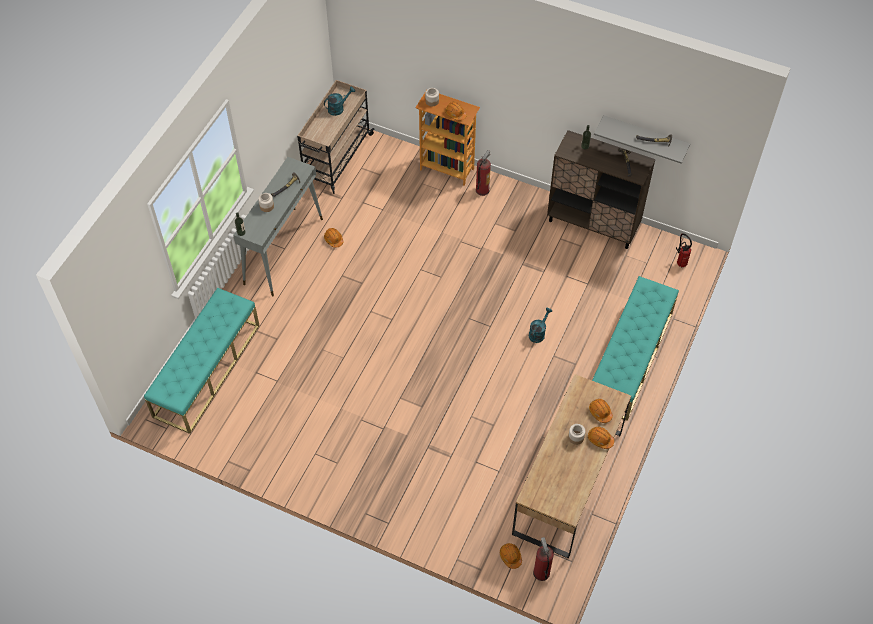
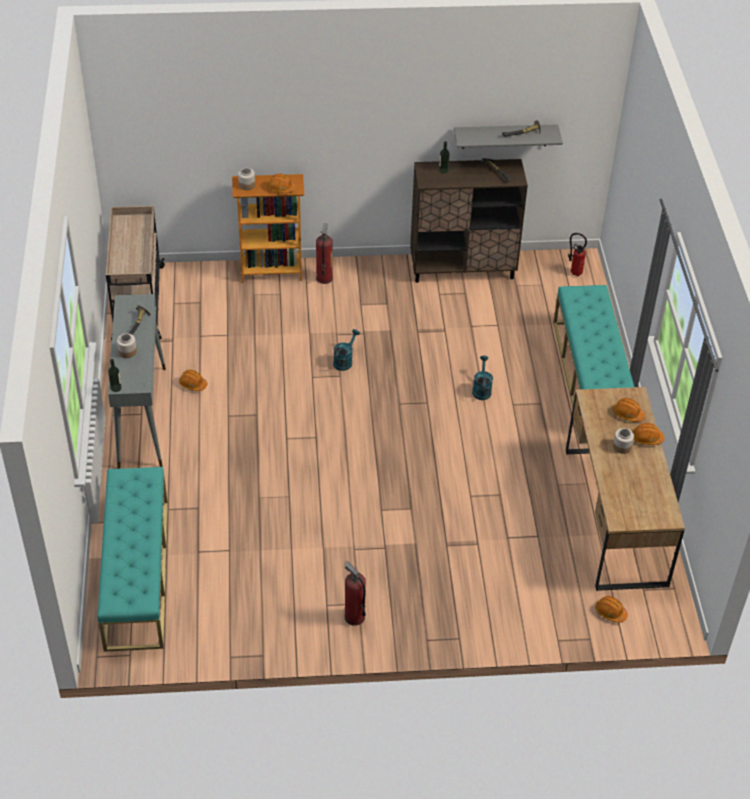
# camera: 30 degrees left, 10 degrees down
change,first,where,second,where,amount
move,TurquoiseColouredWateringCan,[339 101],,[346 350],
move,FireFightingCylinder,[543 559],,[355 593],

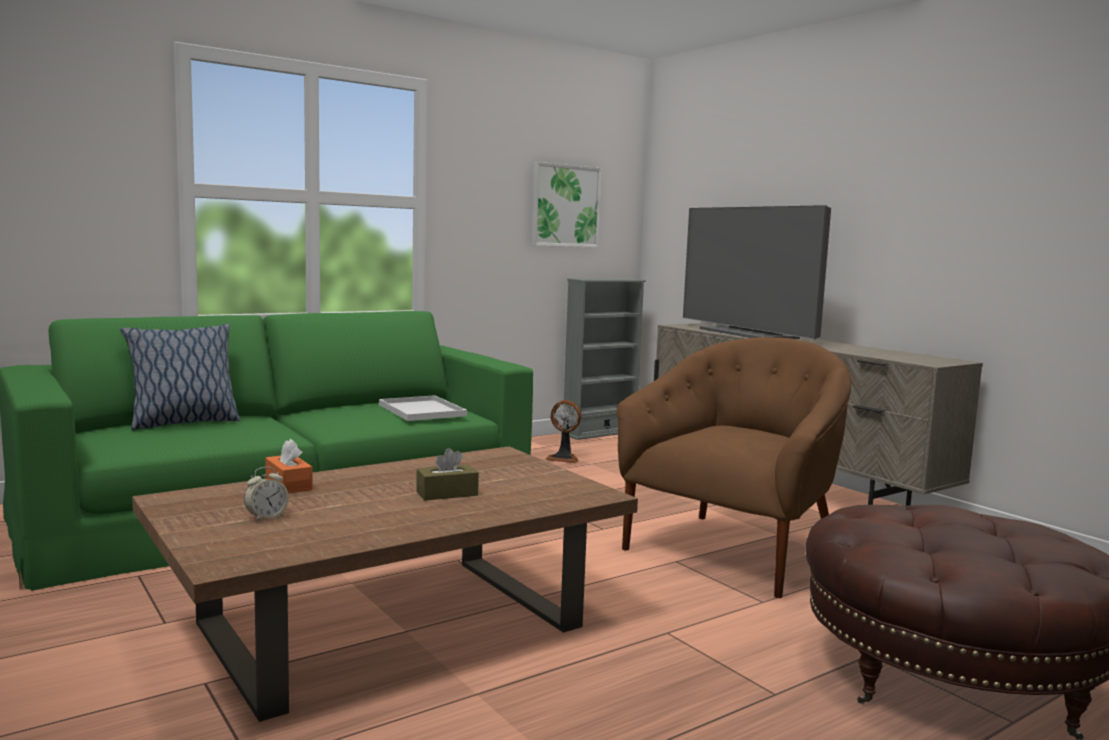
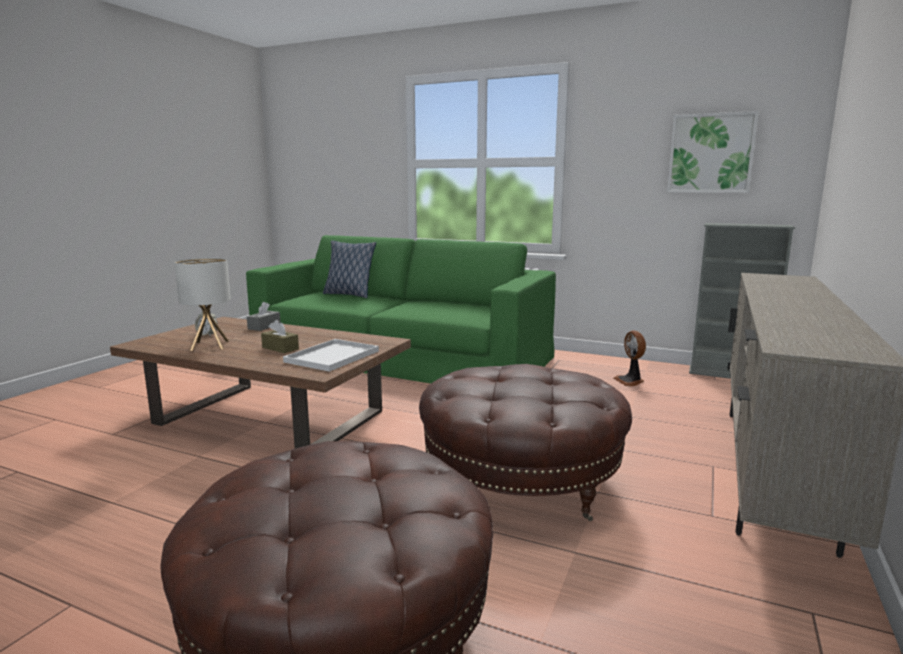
# camera: 60 degrees right, 5 degrees up
change,first,where,second,where,amount
delete,TvSet,[757 272],,,
insert,,,TabletopLamp,[202 304],
move,WhiteColouredCarryingTray,[423 408],,[331 355],
replace,BrownColouredEasyChair,[734 467],BrownColouredFootrest,[525 442],
recolor,OrangeTissueBox,[289 466],GreyishTissueBox,[264 316],

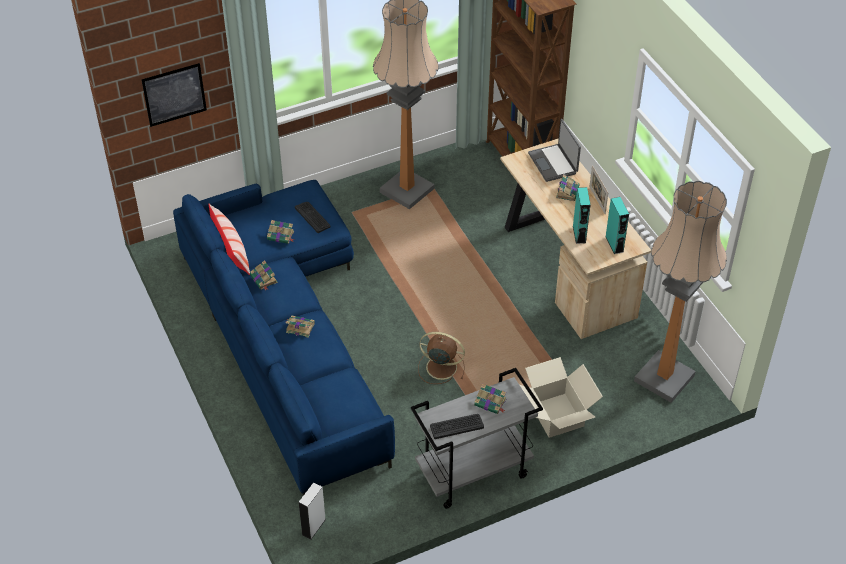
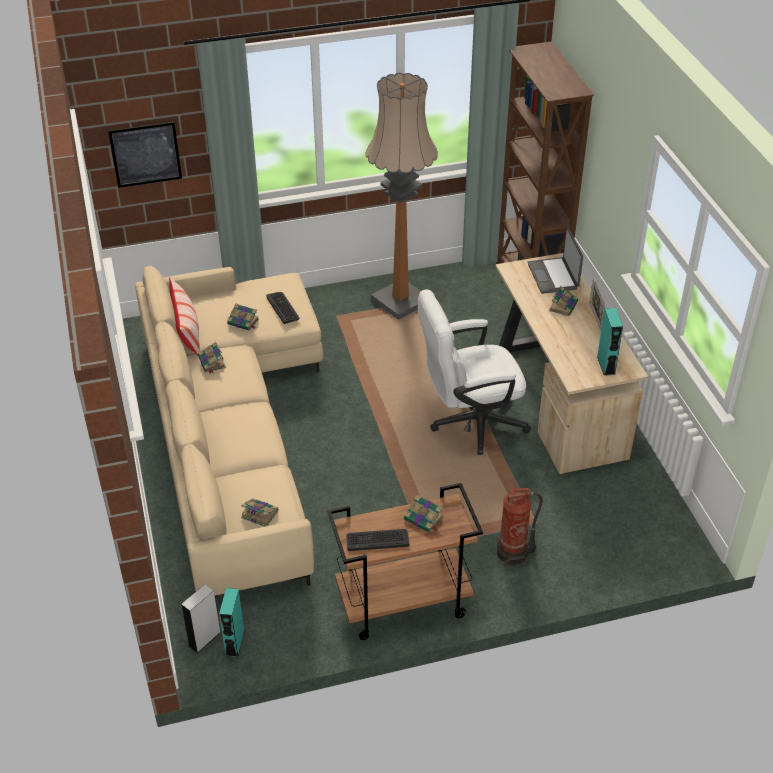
# camera: 10 degrees right, 5 degrees down
change,first,where,second,where,amount
delete,BrownColouredElectricFan,[441 358],,,
delete,StandingLamp,[680 292],,,
insert,,,WhiteColouredOfficeChair,[474 372],
move,Volume,[300 326],,[259 512],
move,TurquoiseColouredSpeaker,[581 215],,[232 622],
replace,PackingBox,[561 397],FireFightingCylinder,[519 527],
recolor,BluishSettee,[284 338],BeigeSettee,[229 432],
recolor,GreyishCart,[477 438],BrownColouredCart,[405 561],

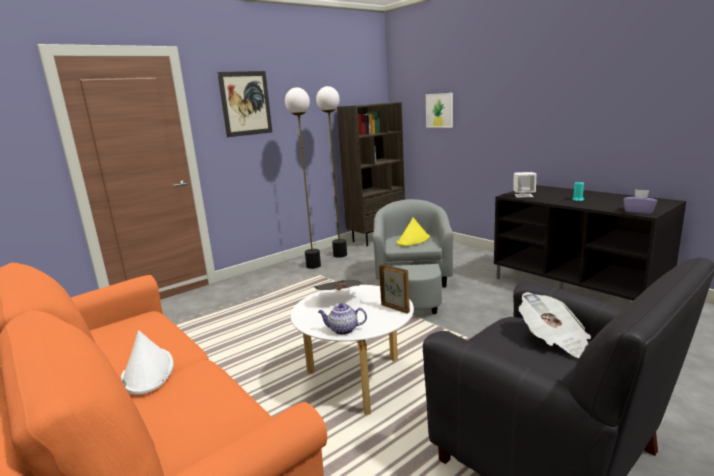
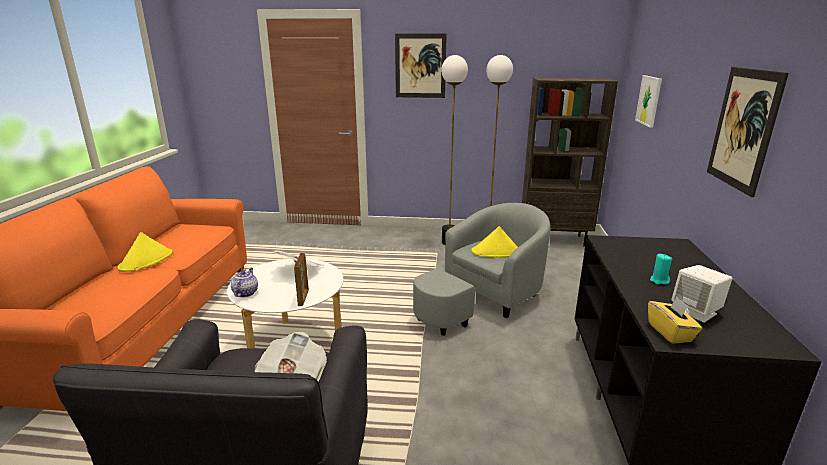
# camera: 45 degrees right, 5 degrees up
change,first,where,second,where,amount
insert,,,WallPicture,[748 132],
move,WhiteColouredSpeaker,[524 185],,[701 294],
recolor,WhiteColouredWearableHat,[147 363],YellowishWearableHat,[145 252],
recolor,PurpleColouredTissueBox,[640 201],YellowishTissueBox,[675 320],
rotate,Teapot,[342 319],,[244 282],45 degrees clockwise

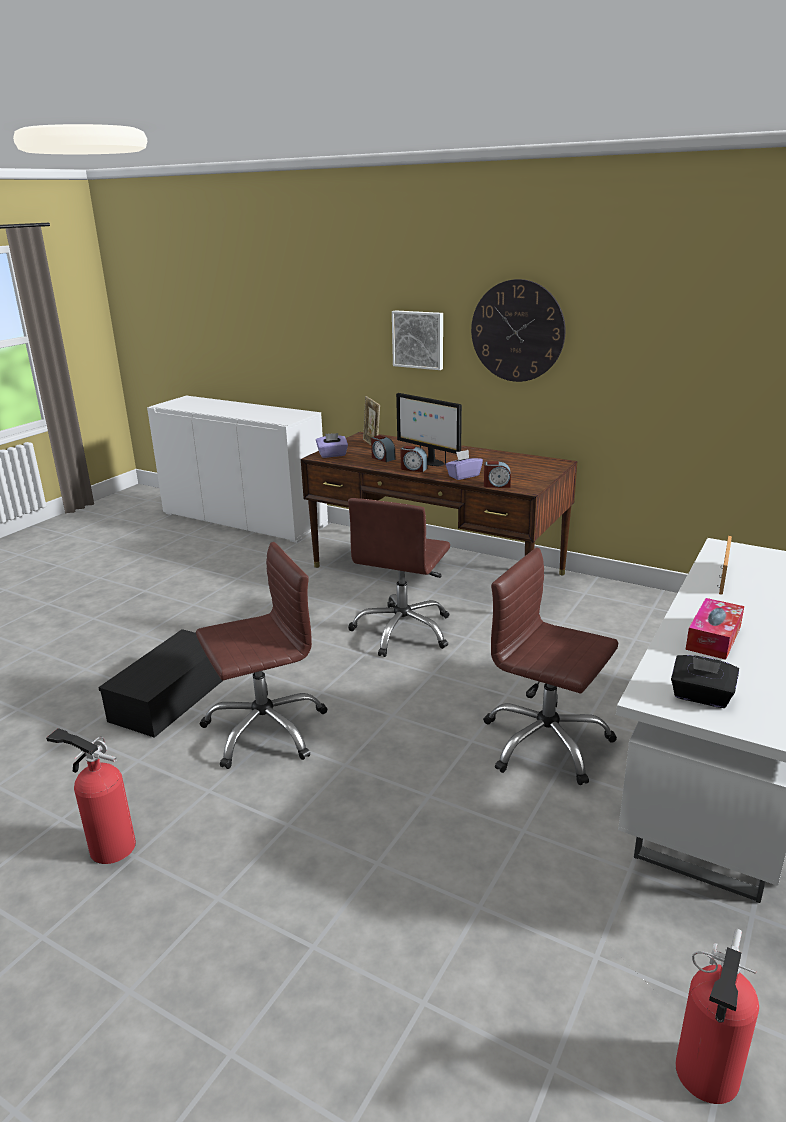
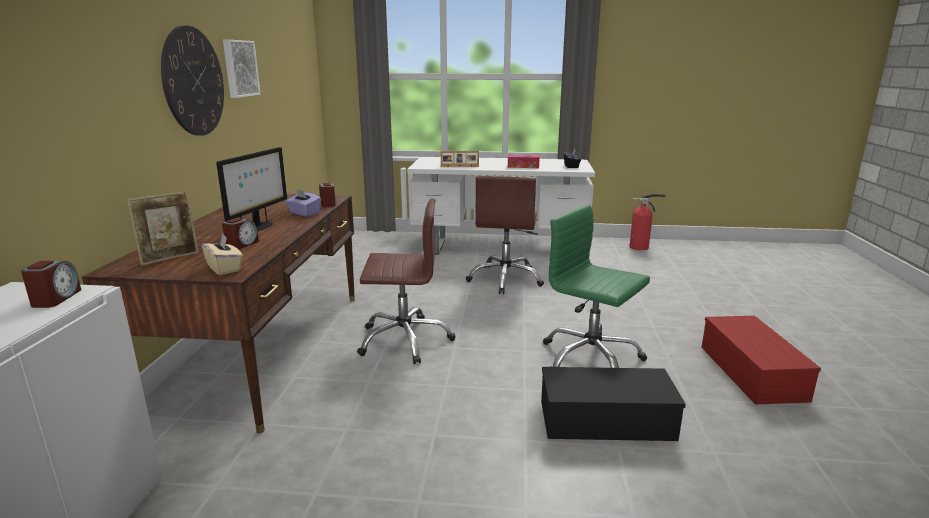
# camera: 115 degrees left, 5 degrees down
change,first,where,second,where,amount
move,WallPicture,[417 340],,[242 69],
move,BedsideClock,[413 459],,[51 284],
replace,FireFightingCylinder,[91 796],ReddishStorageBox,[761 360],
recolor,BrownColouredOfficeChair,[261 655],GreenOfficeChair,[596 286],
recolor,PurpleColouredTissueBox,[332 445],BeigeTissueBox,[222 254],

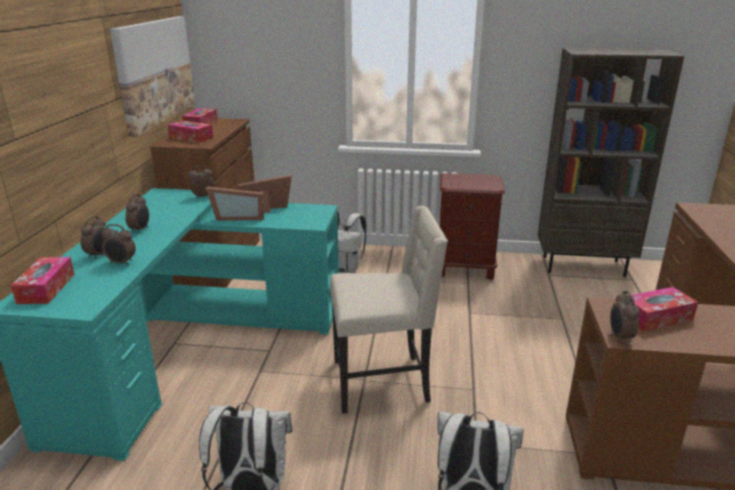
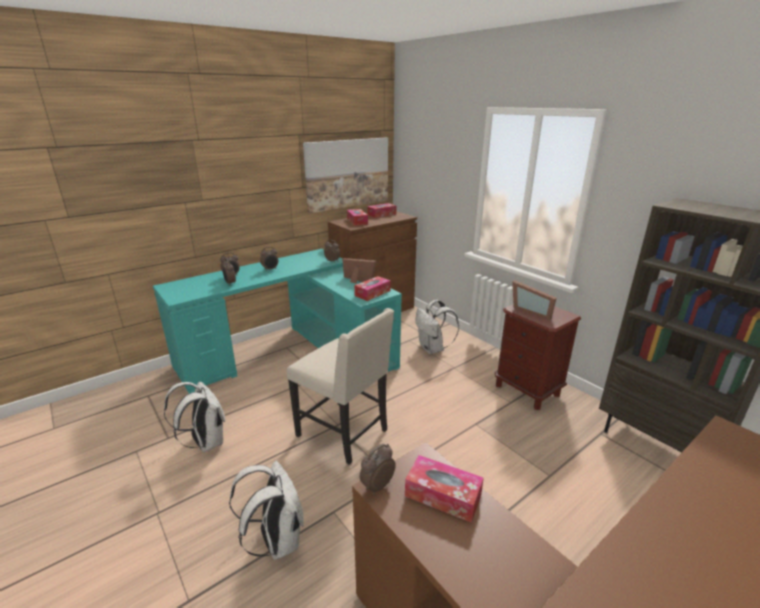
# camera: 45 degrees right, 0 degrees up
change,first,where,second,where,amount
move,TissueBox,[43 280],,[372 288],
move,PhotoFrame,[235 203],,[534 300],

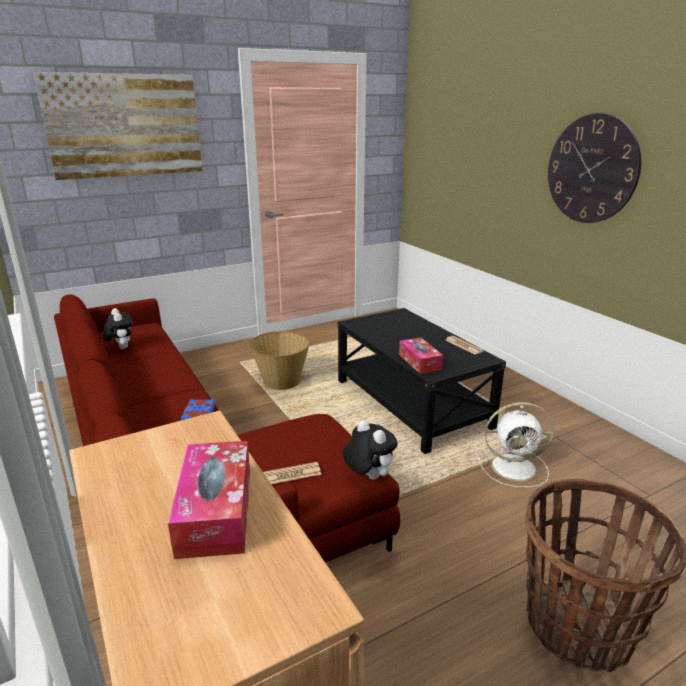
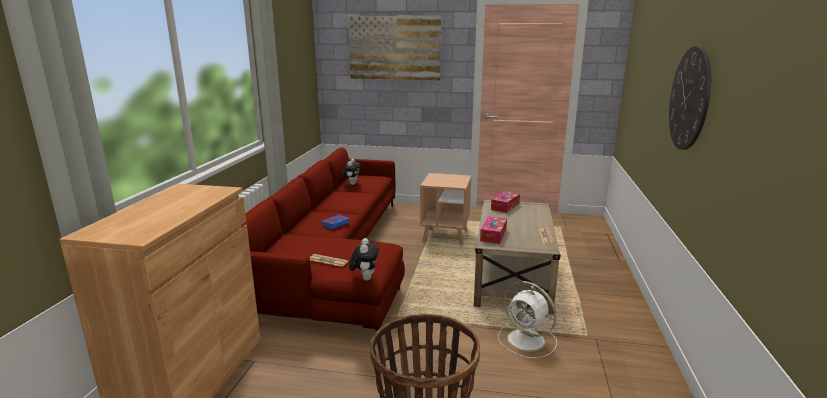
# camera: 40 degrees right, 5 degrees down
change,first,where,second,where,amount
move,TissueBox,[209 500],,[505 202],
replace,StorageBasket,[279 360],BrownColouredSideTable,[445 209],
recolor,BlackishLoungeTable,[422 381],BeigeLoungeTable,[517 257],

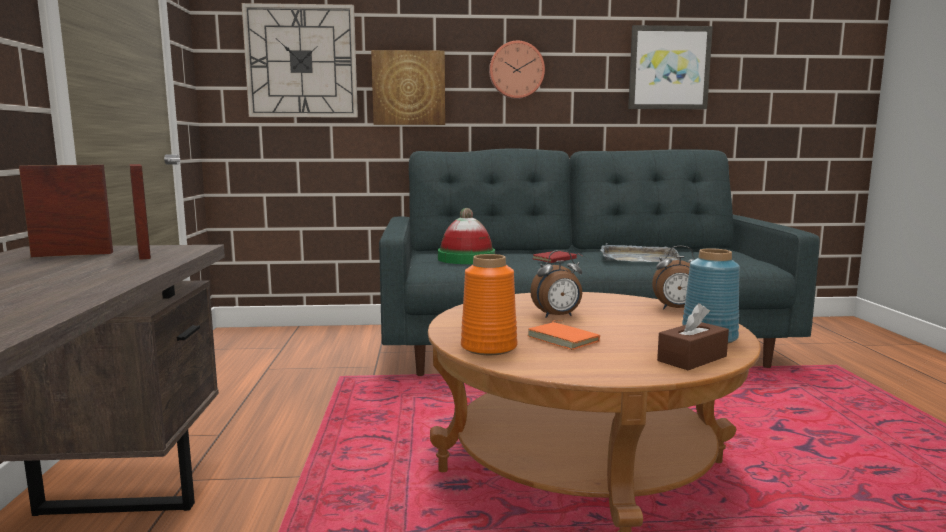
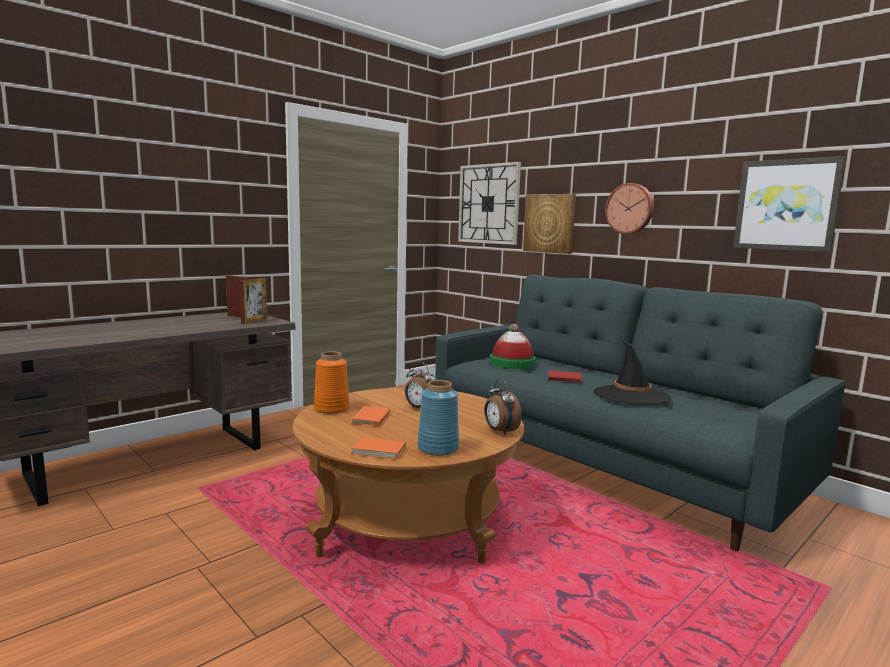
# camera: 50 degrees right, 0 degrees up
change,first,where,second,where,amount
replace,GreyishCarryingTray,[640 252],BlackishWearableHat,[632 372],
replace,BrownColouredTissueBox,[693 336],OrangeVolume,[378 447],

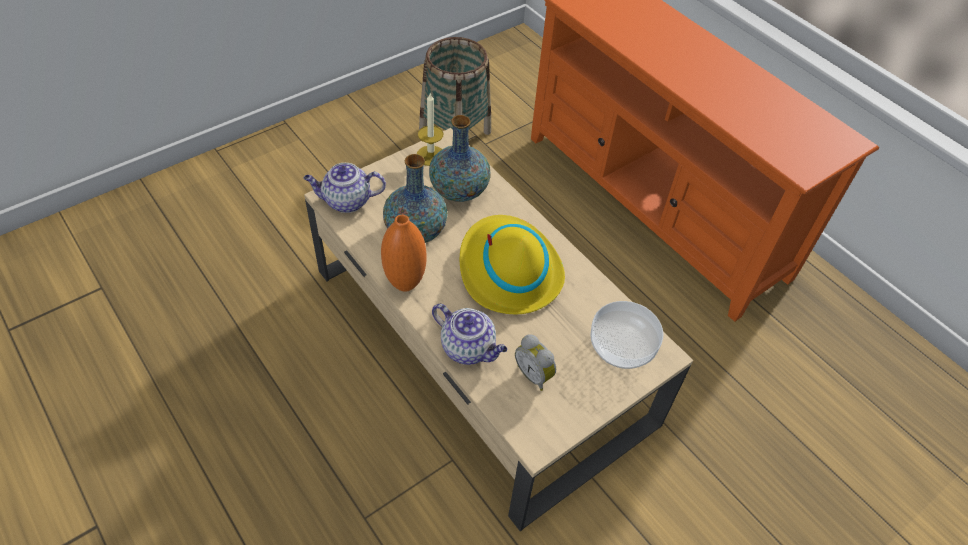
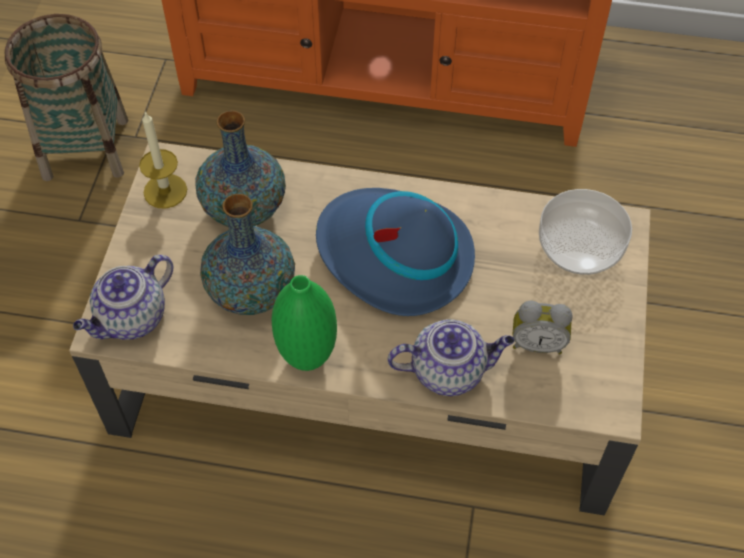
# camera: 40 degrees left, 5 degrees up
change,first,where,second,where,amount
recolor,OrangeDecorativeVase,[404 253],GreenDecorativeVase,[304 323],
recolor,YellowishWearableHat,[512 264],BluishWearableHat,[395 252],

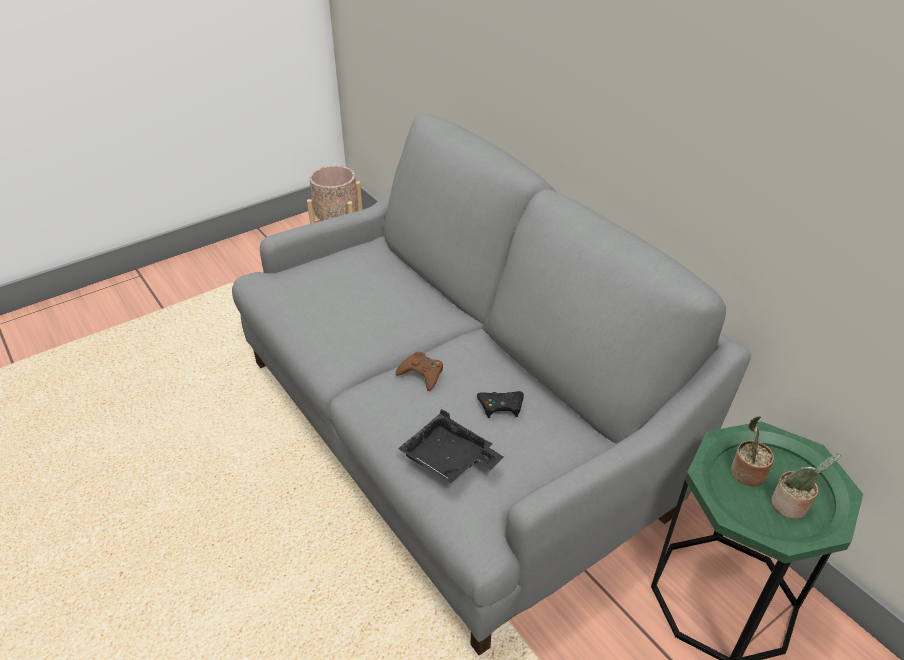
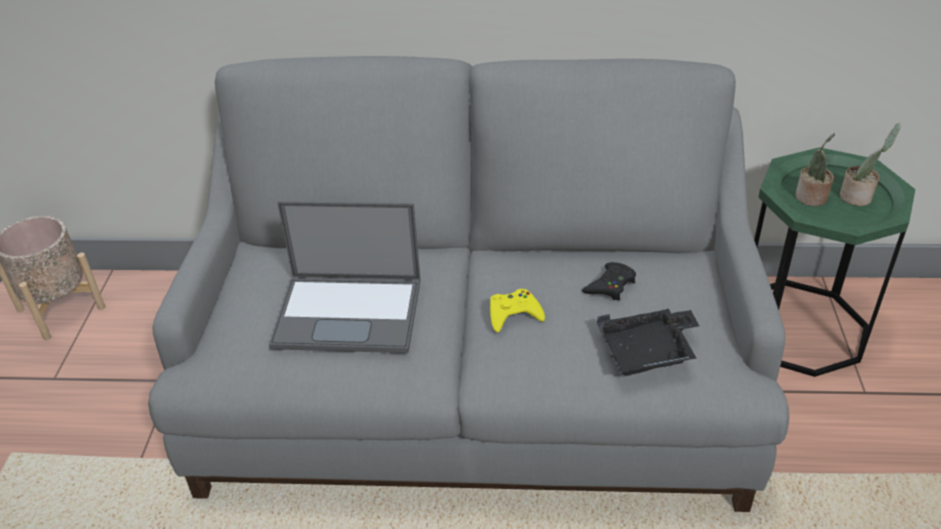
# camera: 50 degrees left, 0 degrees up
change,first,where,second,where,amount
insert,,,Laptop,[345 277],
recolor,BrownColouredGamepad,[419 371],YellowishGamepad,[517 311],

